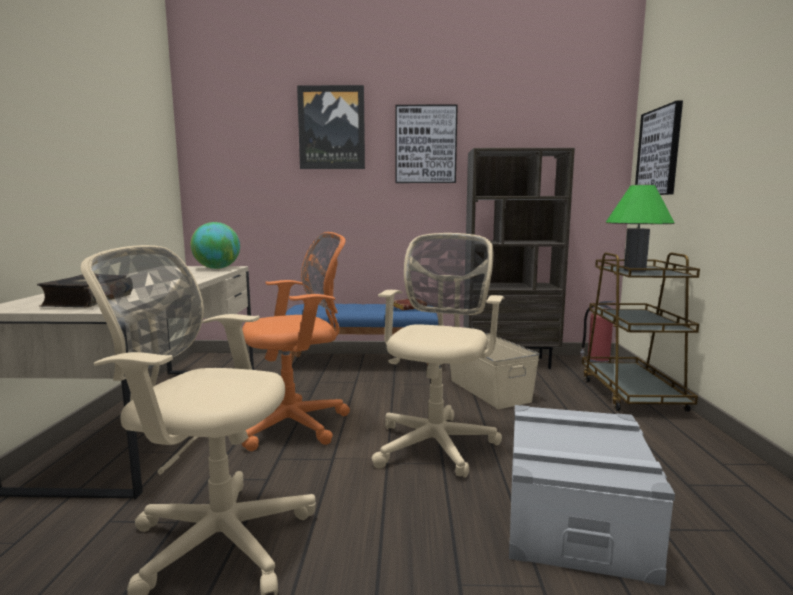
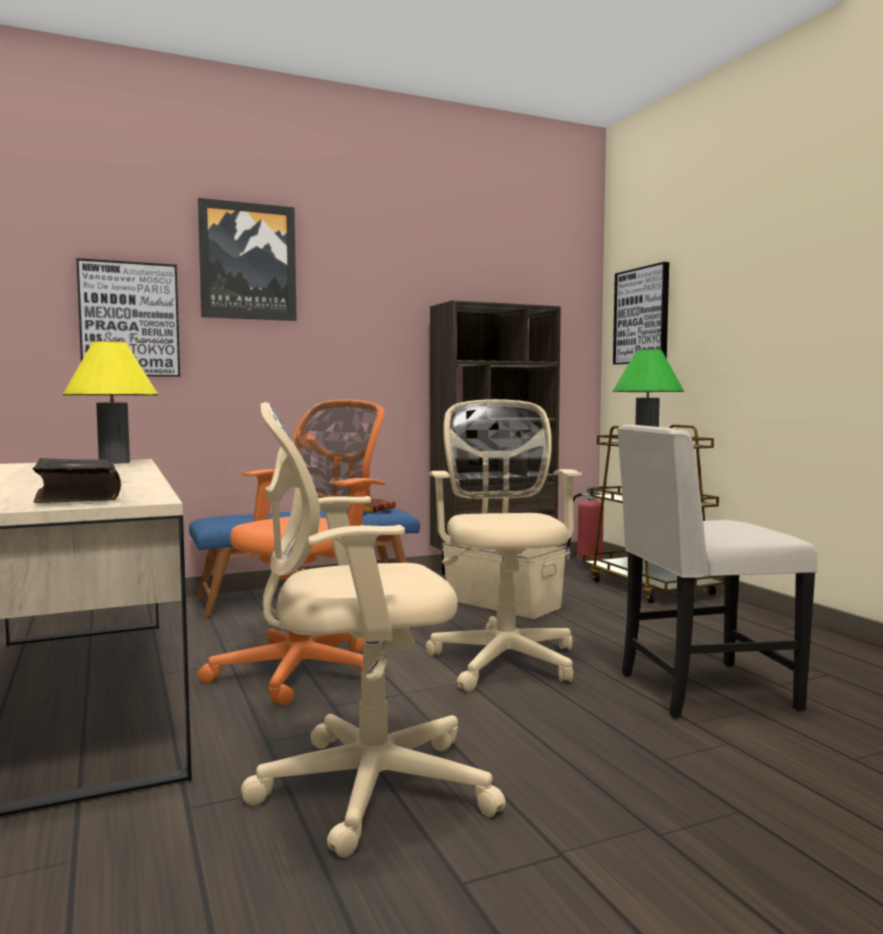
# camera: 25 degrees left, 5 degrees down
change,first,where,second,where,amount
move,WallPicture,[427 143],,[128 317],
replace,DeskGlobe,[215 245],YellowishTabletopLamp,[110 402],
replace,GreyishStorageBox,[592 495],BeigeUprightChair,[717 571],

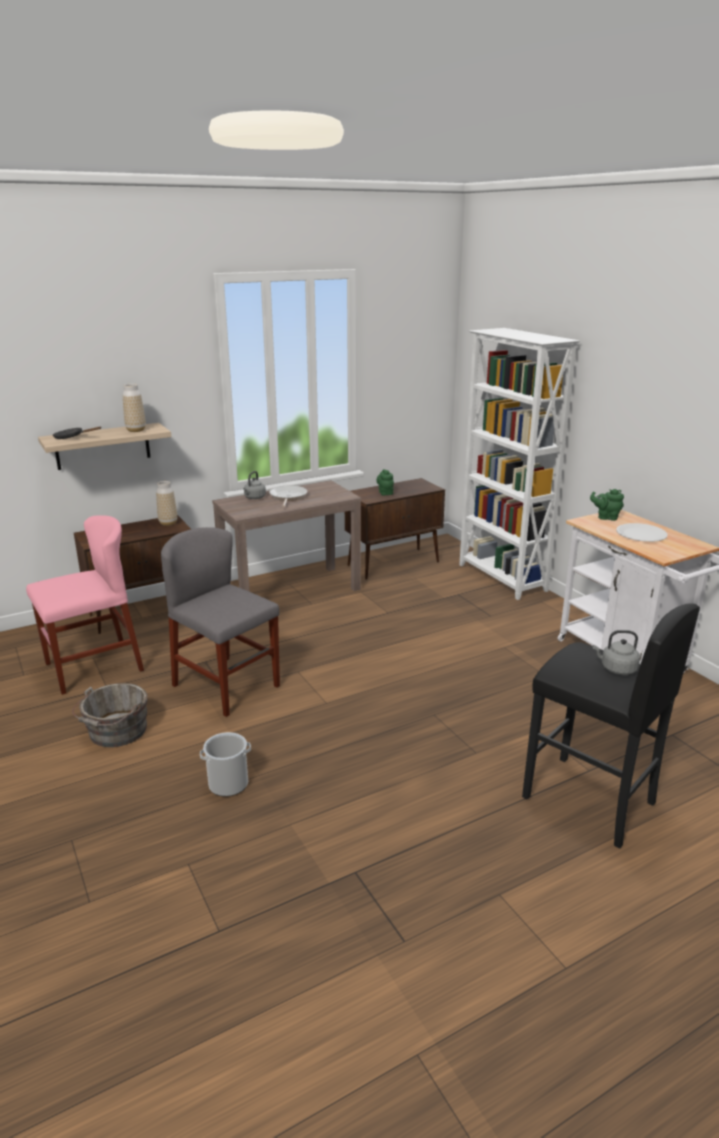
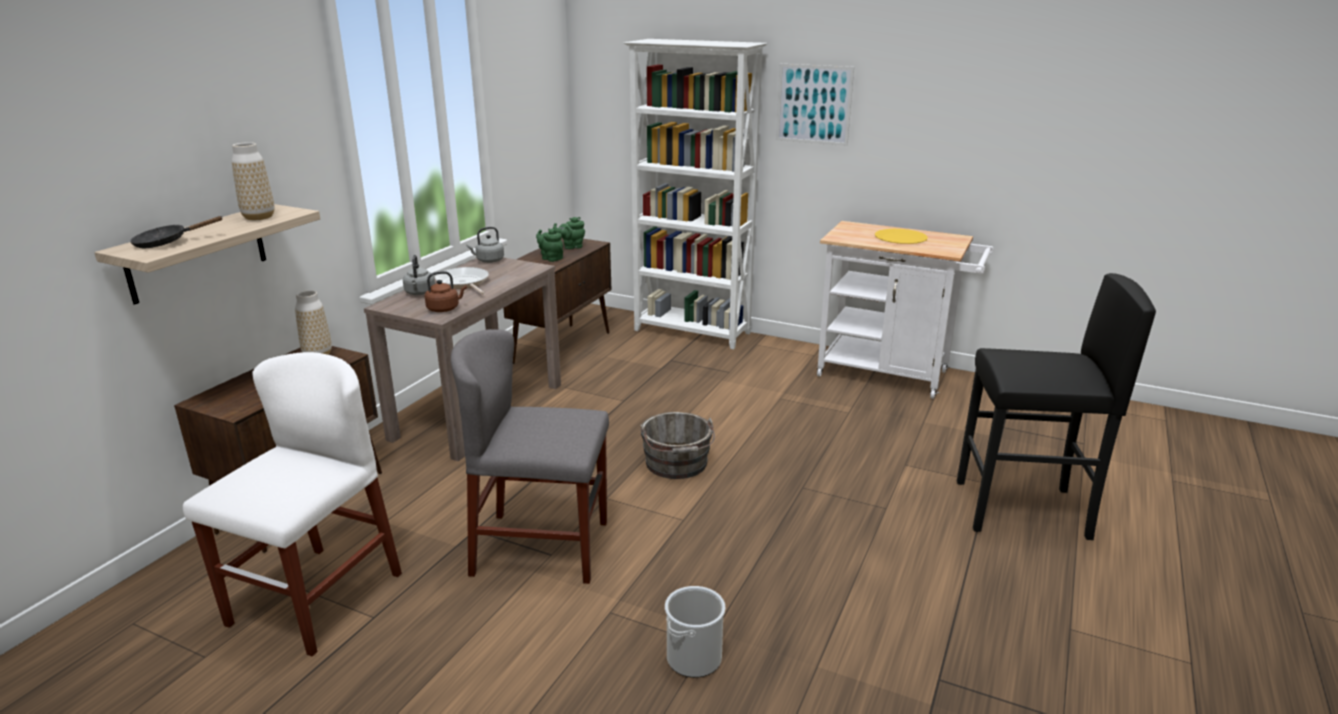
# camera: 35 degrees left, 0 degrees up
change,first,where,second,where,amount
insert,,,BrownColouredWaterKettle,[446 291],
insert,,,WallPicture,[815 105],
move,GreyishPail,[109 715],,[677 445],
move,GreenTeapot,[607 505],,[569 233],
move,GreyishWaterKettle,[616 652],,[485 245],
recolor,PinkishUprightChair,[85 605],WhiteColouredUprightChair,[292 504],
recolor,WhiteColouredPlate,[642 532],YellowishPlate,[901 236],

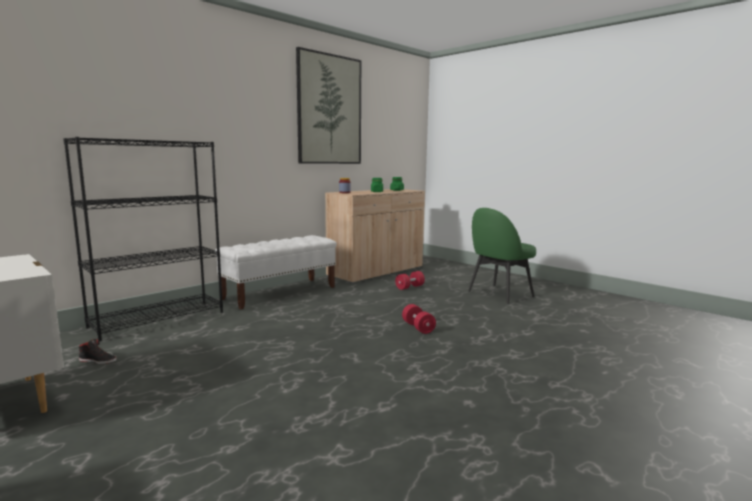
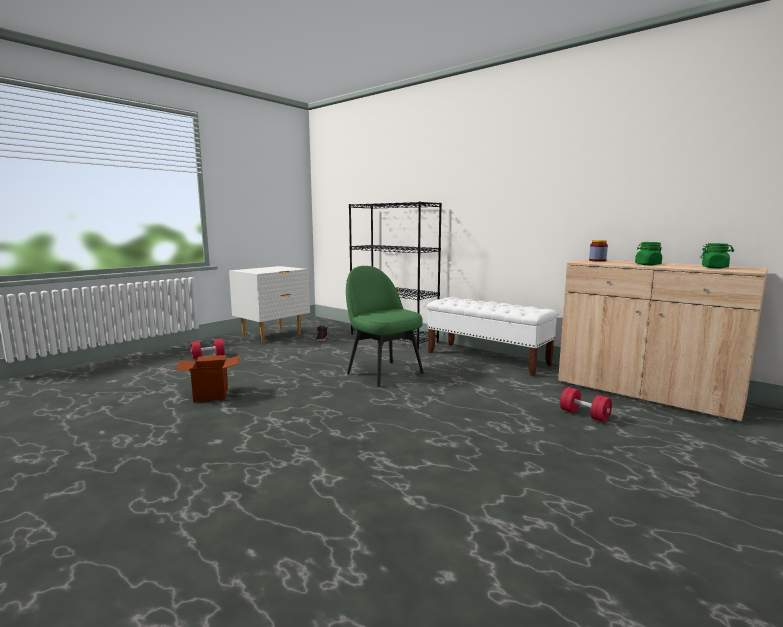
# camera: 85 degrees right, 0 degrees up
change,first,where,second,where,amount
delete,WallPicture,[328 105],,,
insert,,,PackingBox,[207 378],
move,ReddishDumbbell,[419 319],,[208 349],
move,GreenUprightChair,[502 256],,[385 326],

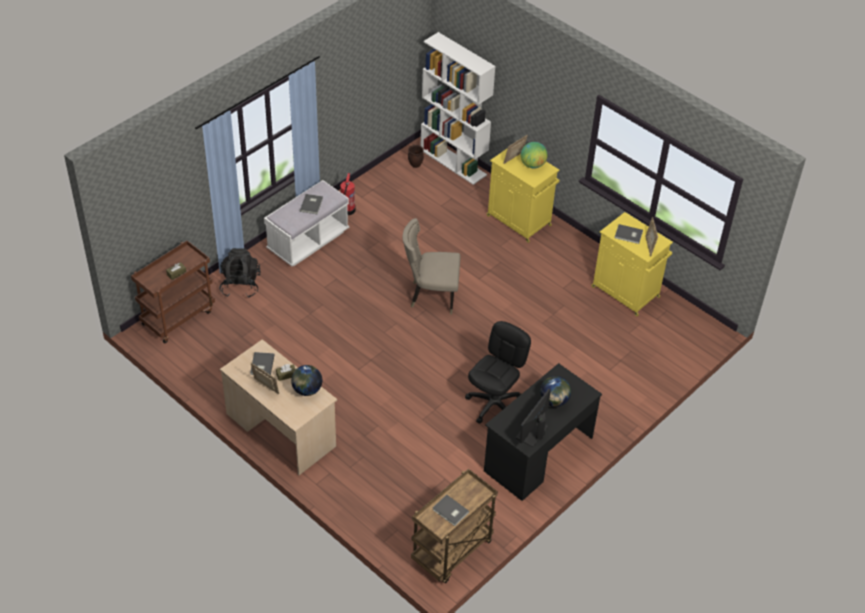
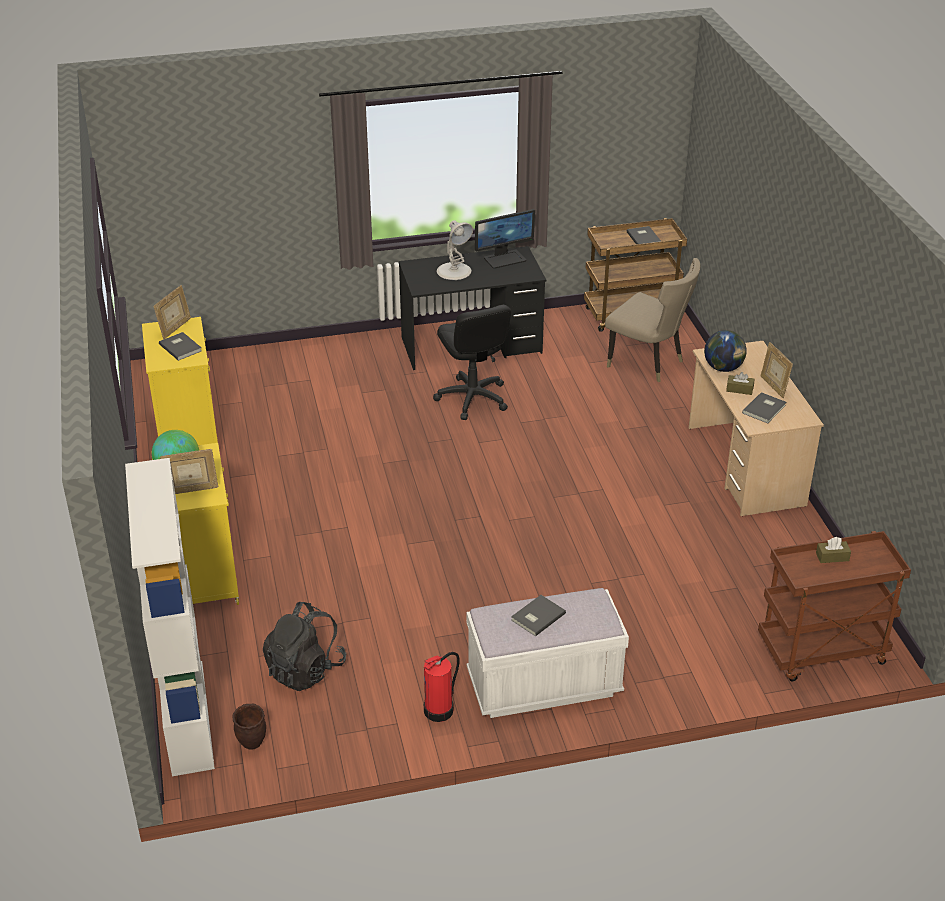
# camera: 145 degrees left, 10 degrees down
change,first,where,second,where,amount
move,BlackishBackpack,[240 273],,[304 646],
move,BeigeUprightChair,[431 266],,[652 320],
replace,DeskGlobe,[555 391],WhiteColouredTabletopLamp,[455 250],
rotate,BlackishOfficeChair,[498 372],,[472 362],90 degrees counterclockwise

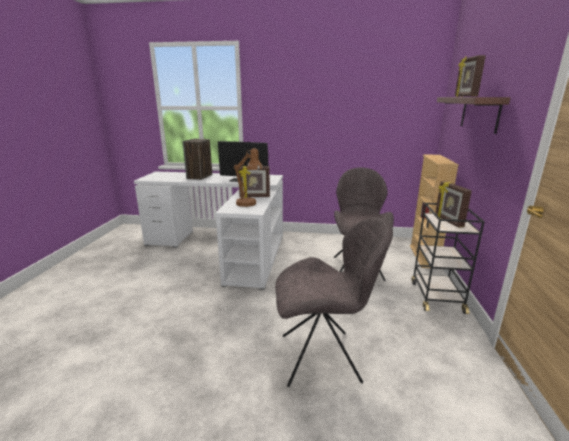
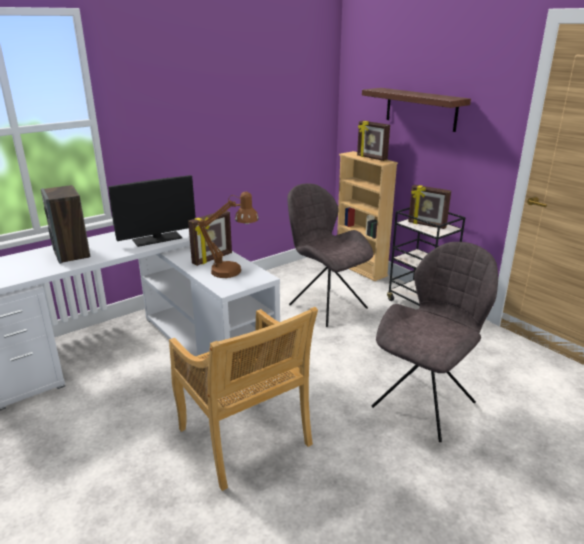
# camera: 45 degrees left, 5 degrees up
change,first,where,second,where,amount
insert,,,BeigeUprightChair,[243 399],
move,PhotoFrame,[470 76],,[373 141],

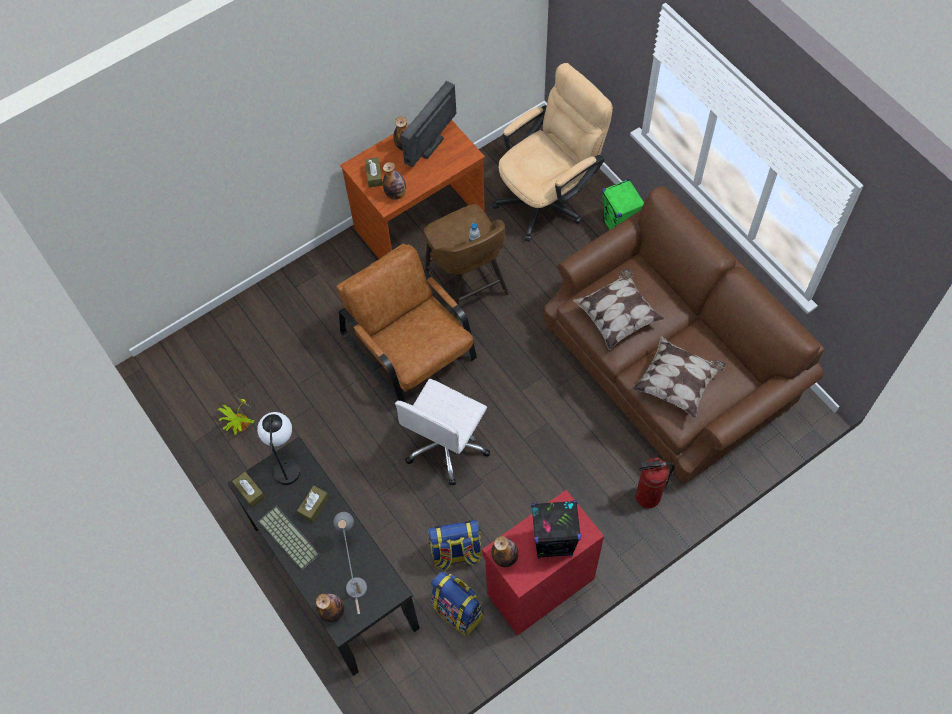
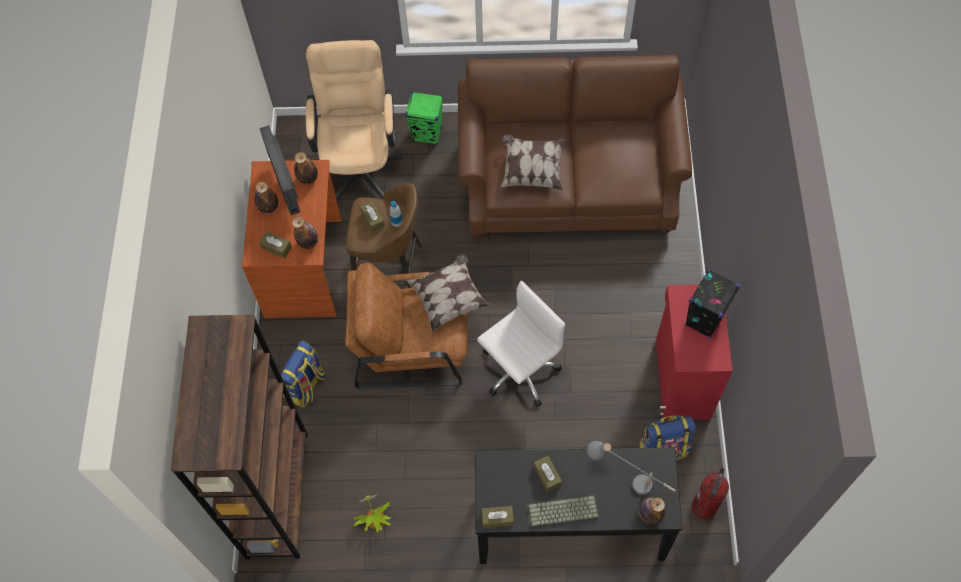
# camera: 55 degrees left, 0 degrees up
change,first,where,second,where,amount
delete,TabletopLamp,[278 448],,,
insert,,,BrownColouredBookcase,[239 437],
insert,,,BrownColouredTissueBox,[372 216],
move,Backpack,[455 545],,[302 374],
move,BeverageBottle,[505 551],,[306 168],
move,Cushion,[679 377],,[448 293],
move,FireFightingCylinder,[655 482],,[710 493],
rotate,WhiteColouredOfficeChair,[442 432],,[521 343],105 degrees counterclockwise

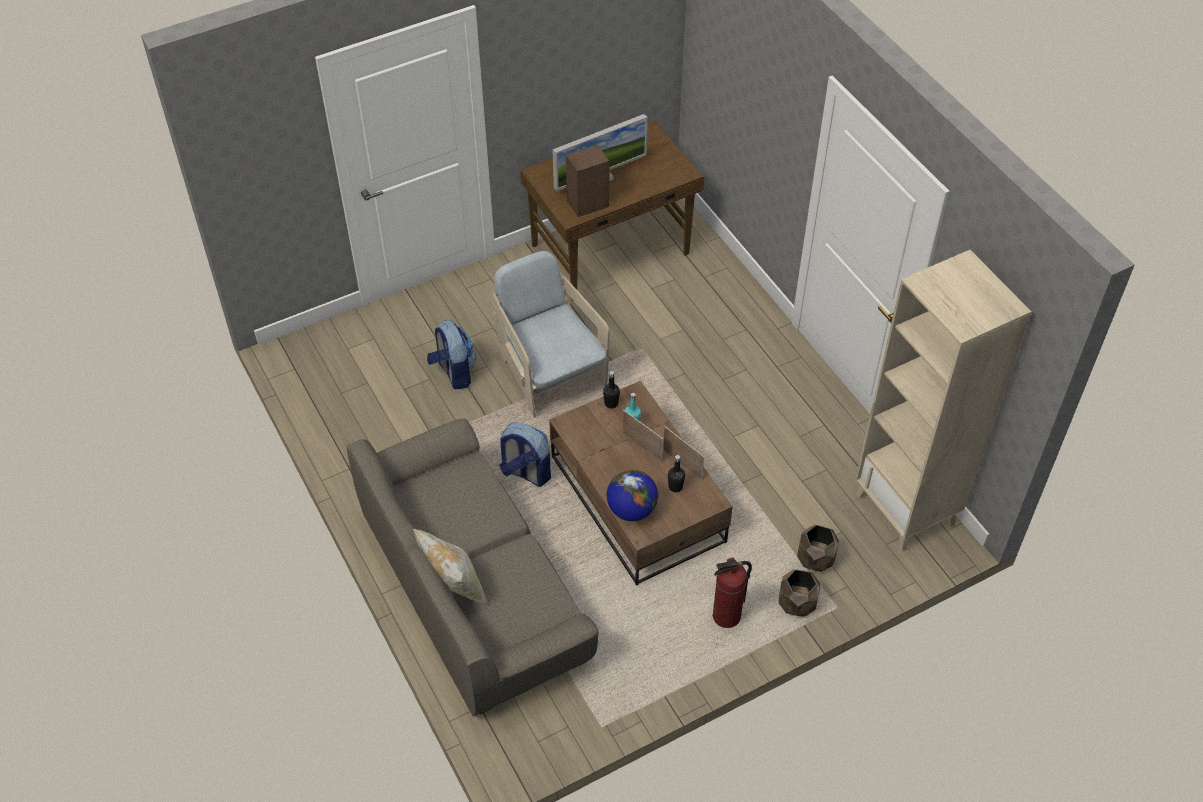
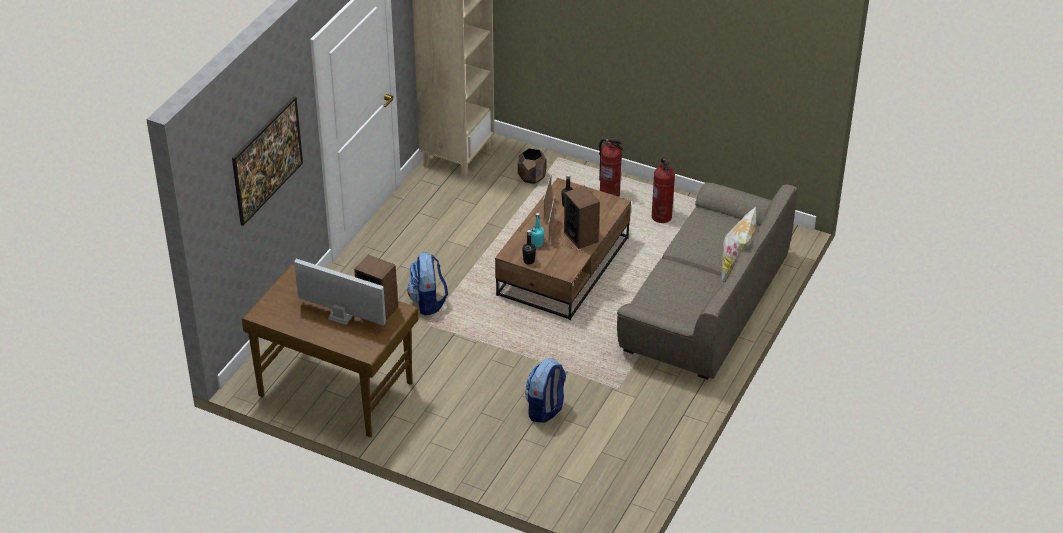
# camera: 125 degrees left, 10 degrees down
change,first,where,second,where,amount
delete,BeigeEasyChair,[551 334],,,
delete,DeskGlobe,[632 495],,,
delete,BrownColouredPlanter,[799 593],,,
insert,,,WallPicture,[267 161],
insert,,,Speaker,[582 217],
insert,,,FireFightingCylinder,[663 190],
move,Backpack,[525 454],,[427 284],

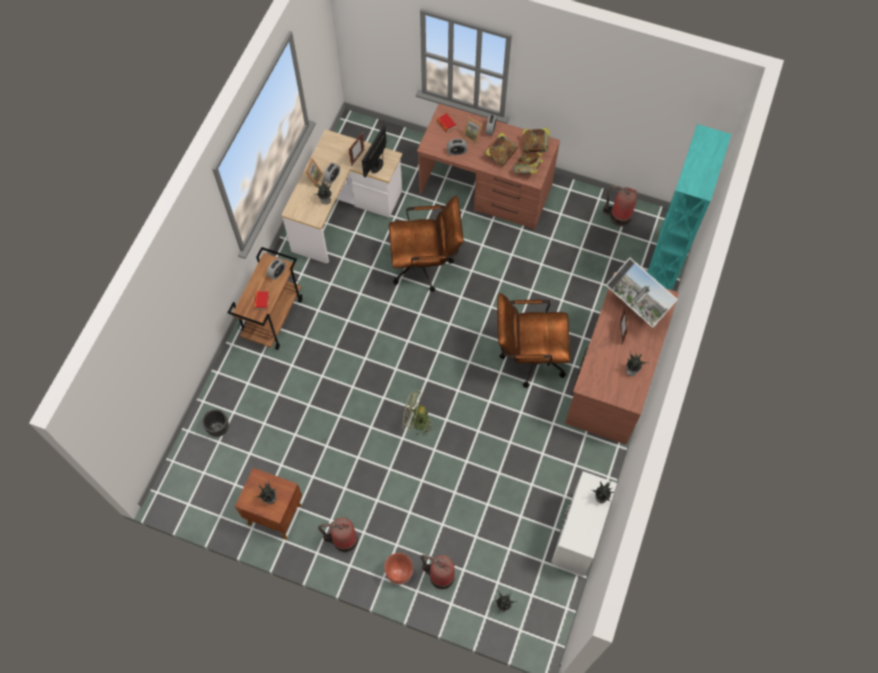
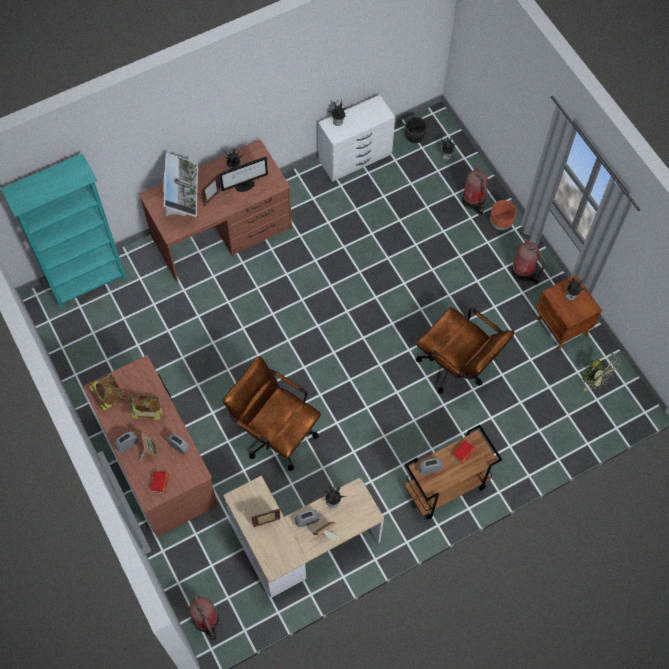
# camera: 140 degrees left, 0 degrees up
change,first,where,second,where,amount
delete,Volume,[529 163],,,
move,BlackishPlanter,[215 423],,[416 130],
move,ComputerDisplay,[374 151],,[243 174],
move,GreenElectricFan,[419 412],,[601 372],
move,BrownColouredOfficeChair,[533 340],,[465 350],
move,FireFightingCylinder,[620 206],,[204 618],

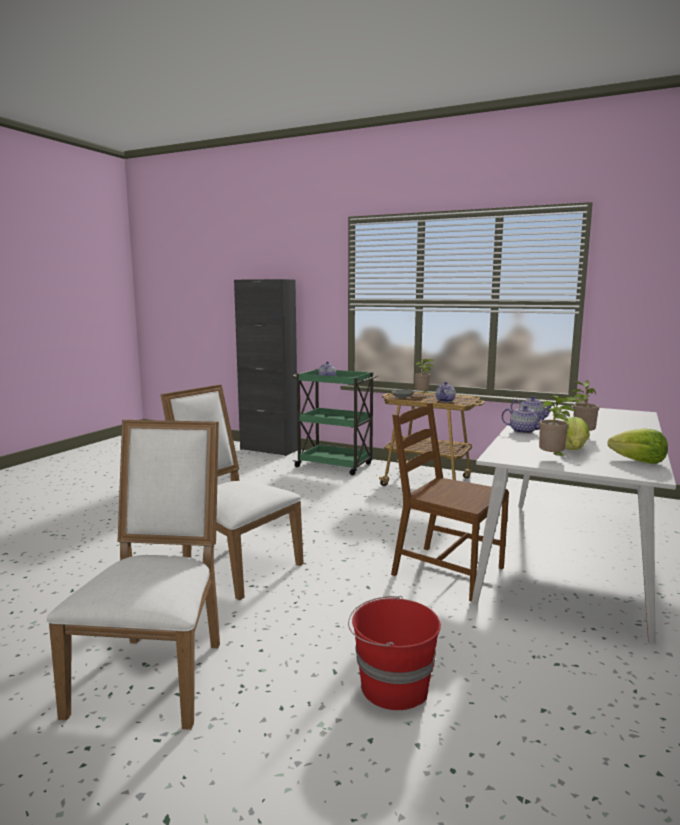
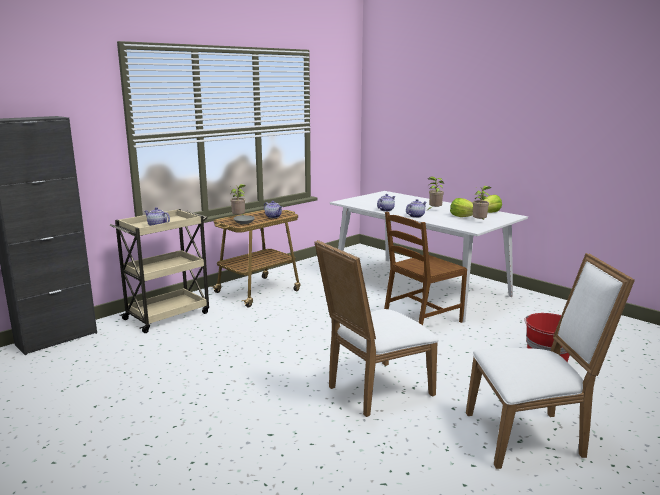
# camera: 70 degrees left, 5 degrees up
change,first,where,second,where,amount
recolor,GreenCart,[335 422],BeigeCart,[159 271],
rotate,WhiteColouredUprightChair,[133 575],,[550 361],150 degrees clockwise

